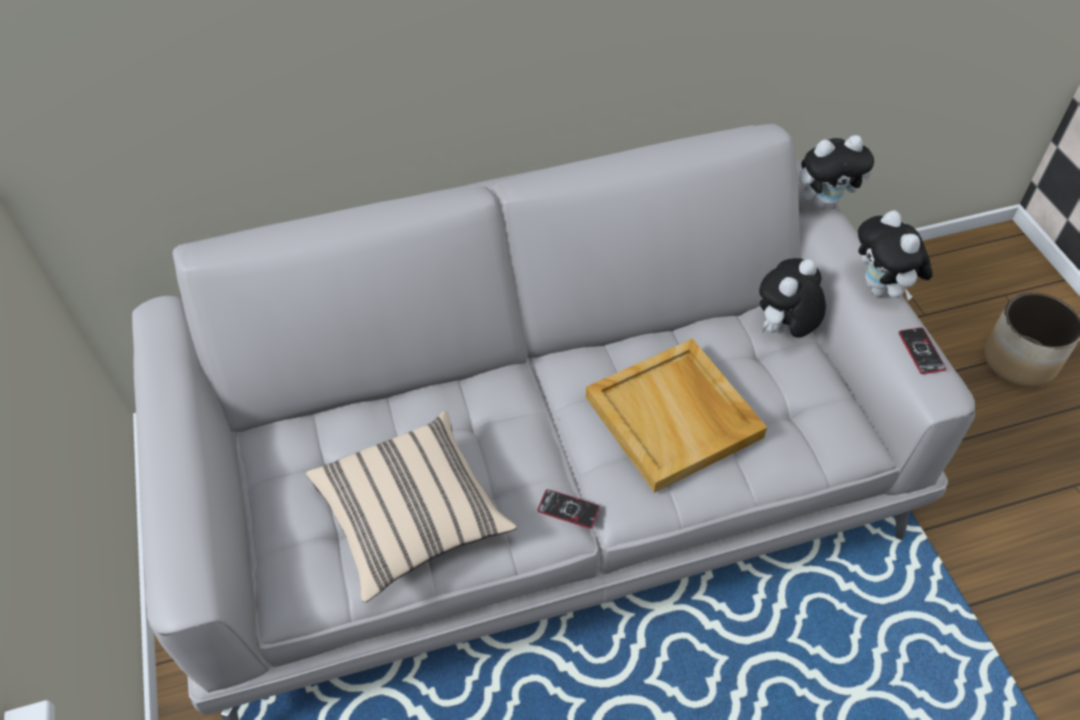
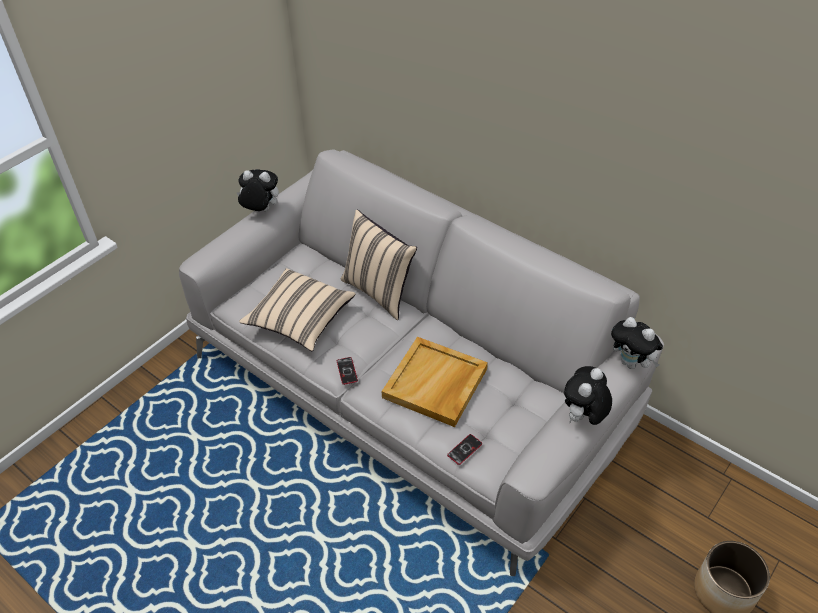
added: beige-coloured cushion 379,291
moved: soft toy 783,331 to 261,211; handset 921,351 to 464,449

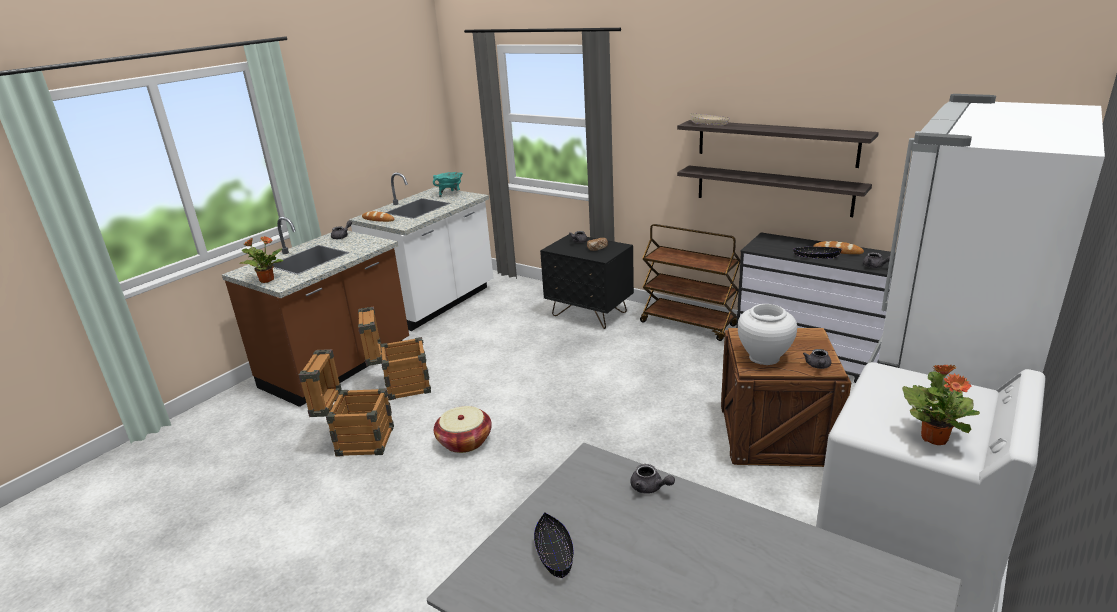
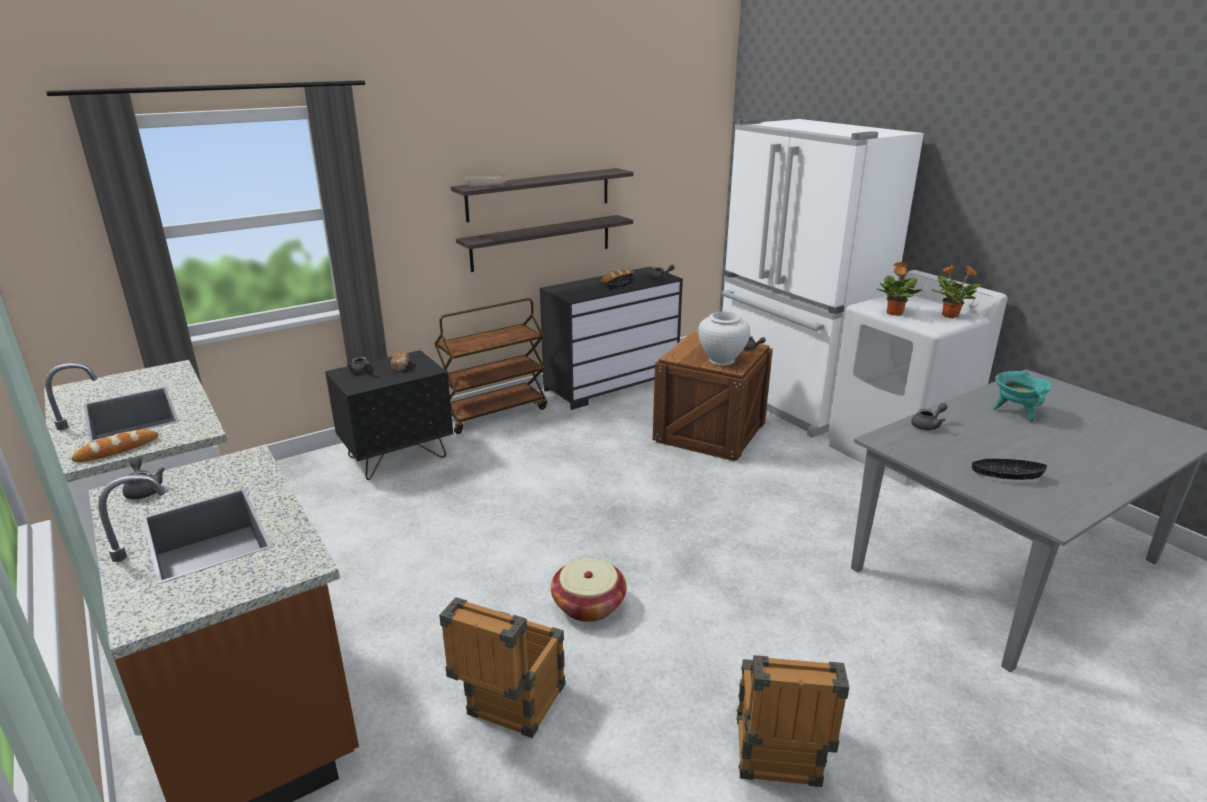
moved: packing crate 401,387 to 777,761; houseplant 266,280 to 894,313; turquoise-coloured saucepot 450,194 to 1015,412

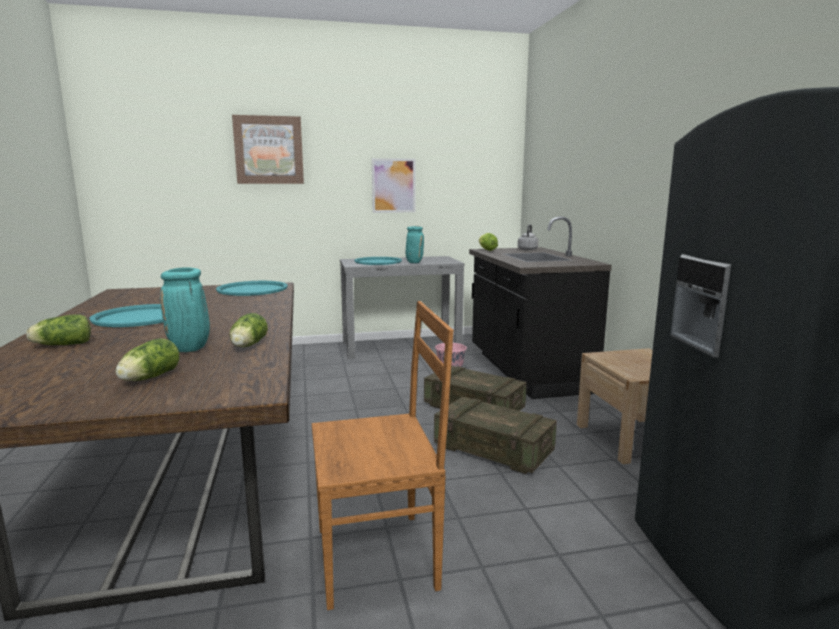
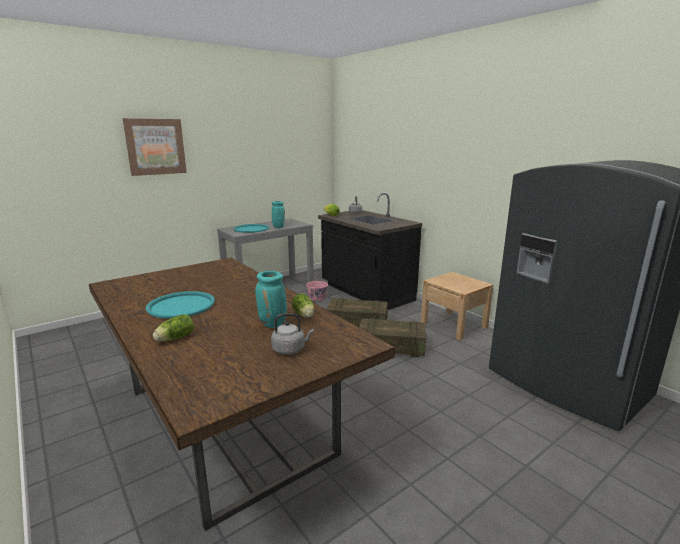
removed: turquoise-coloured carrying tray 252,289; brown upright chair 380,557; wall picture 393,185
replaced: lettuce 148,378 to grey water kettle 290,349

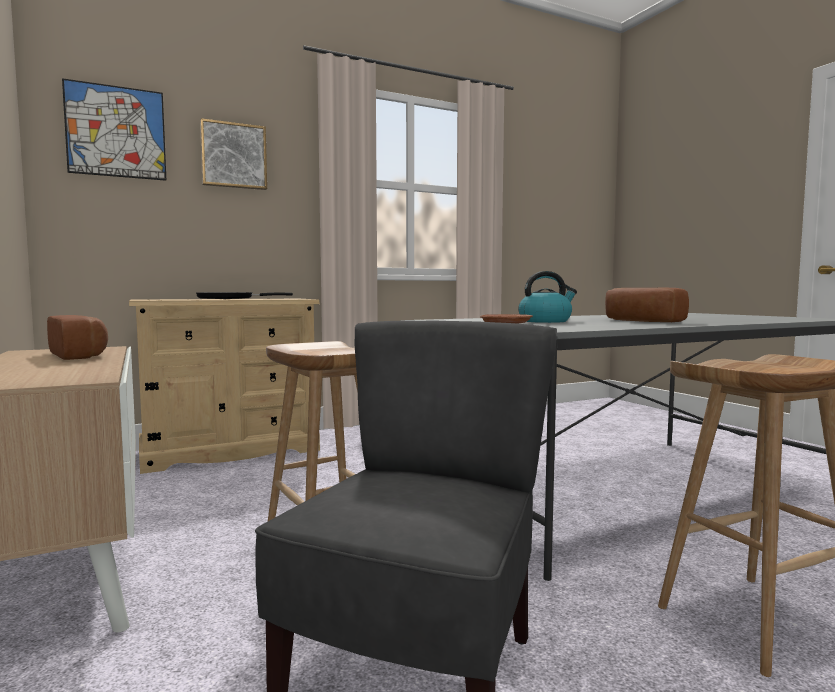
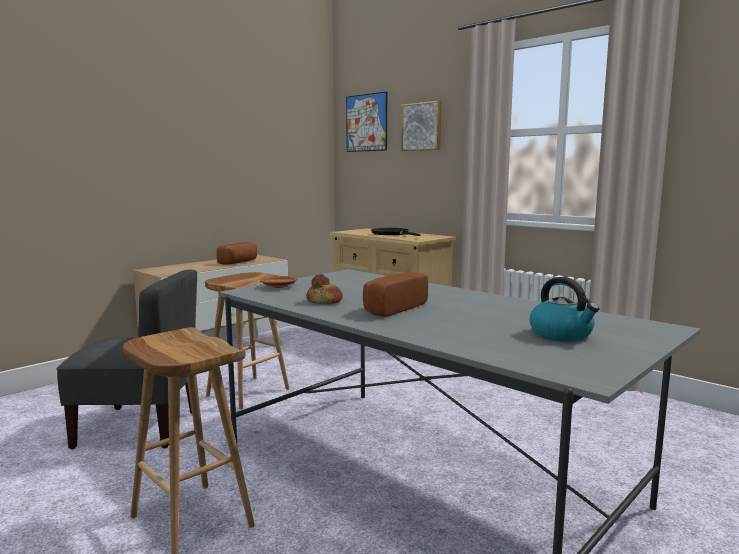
added: bread 325,301
moved: water kettle 545,321 to 562,335

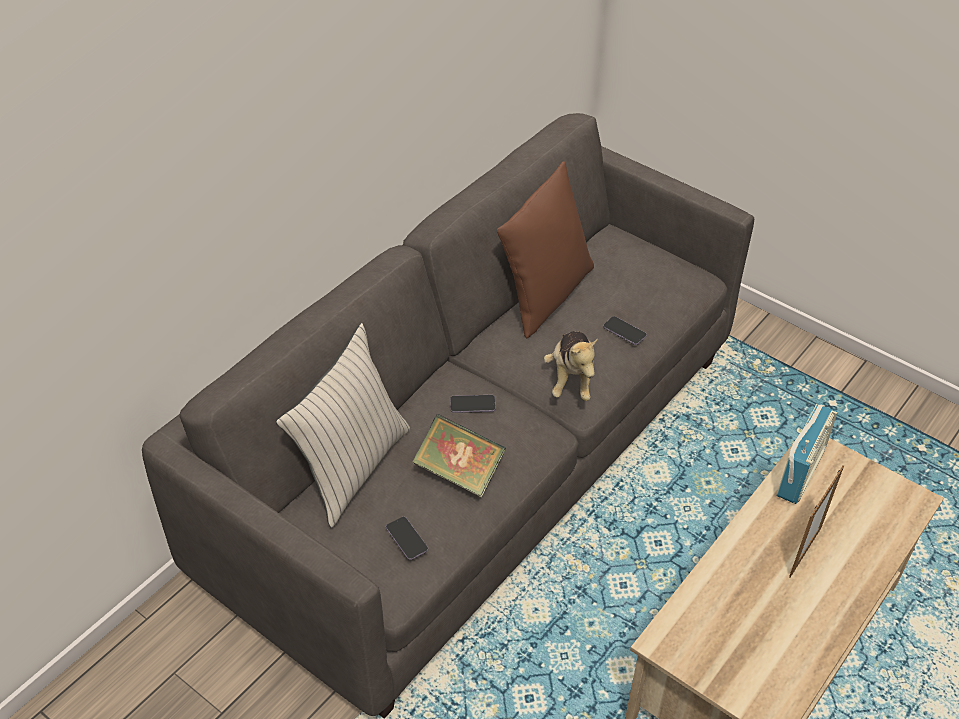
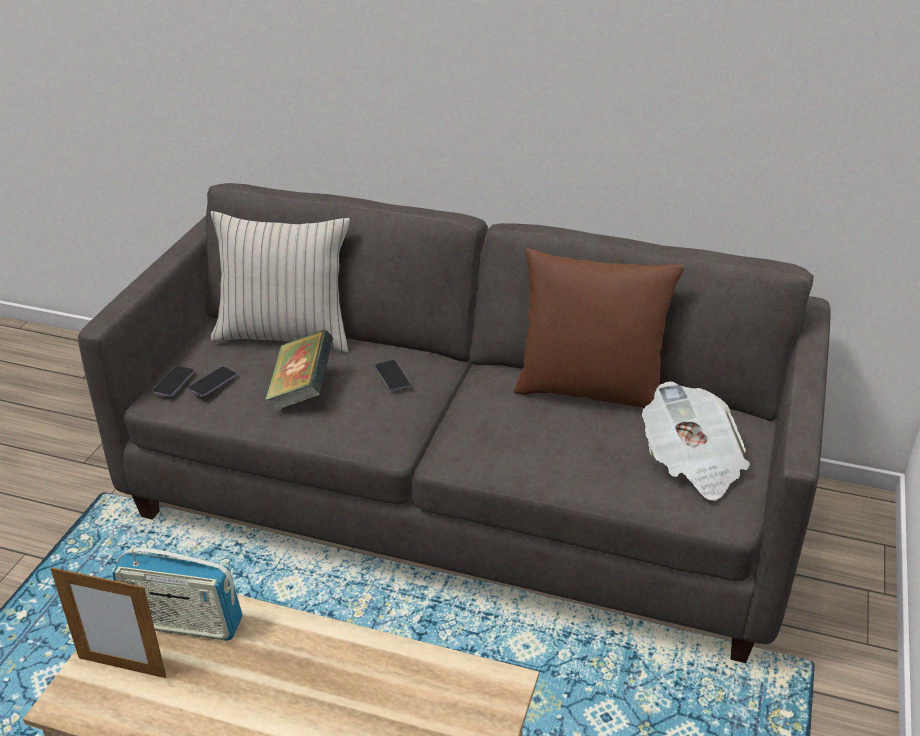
removed: soft toy 571,378
added: newspaper 692,463
moved: standing frame 805,552 to 122,667; radio 800,472 to 182,623; handset 624,332 to 174,382

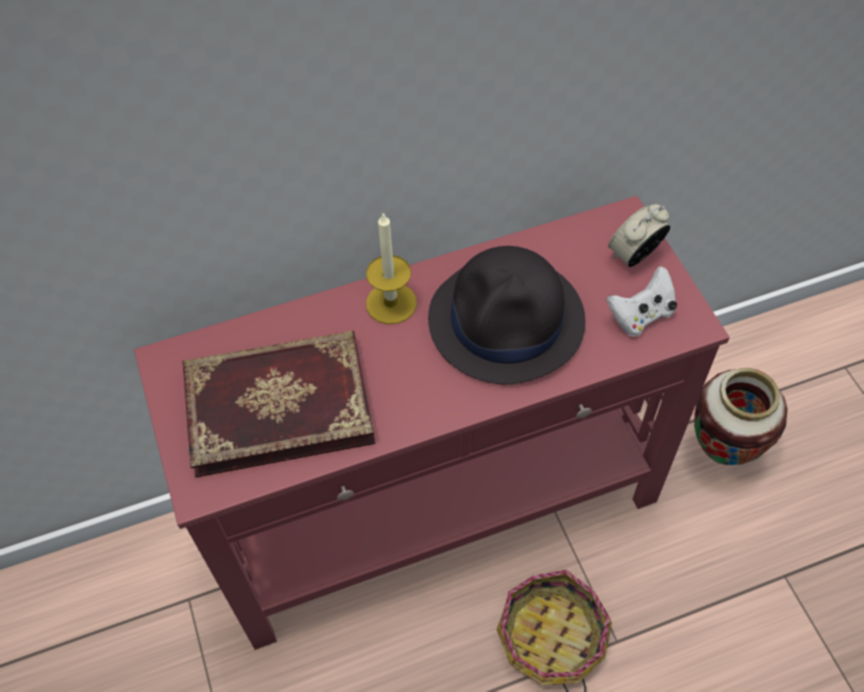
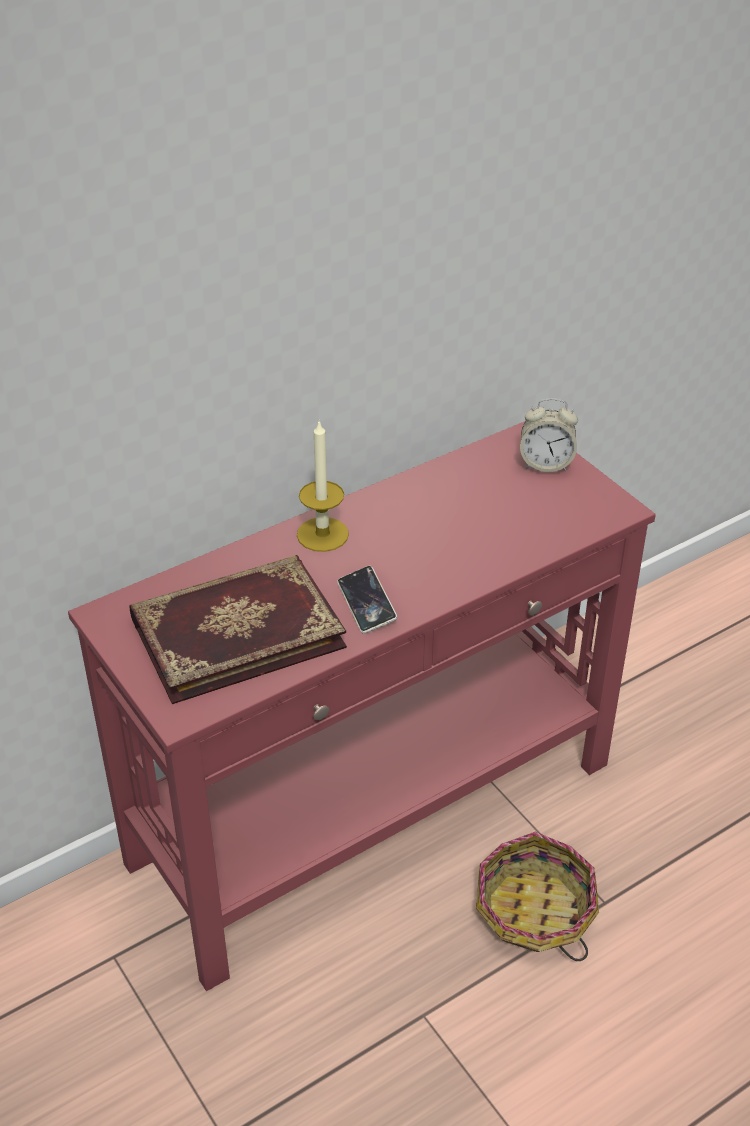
removed: blackish hat 507,321; whitish gamepad 641,315; flower vase 722,451
added: handset 366,603
turned: alarm clock 634,255 = 546,464 120 degrees counterclockwise

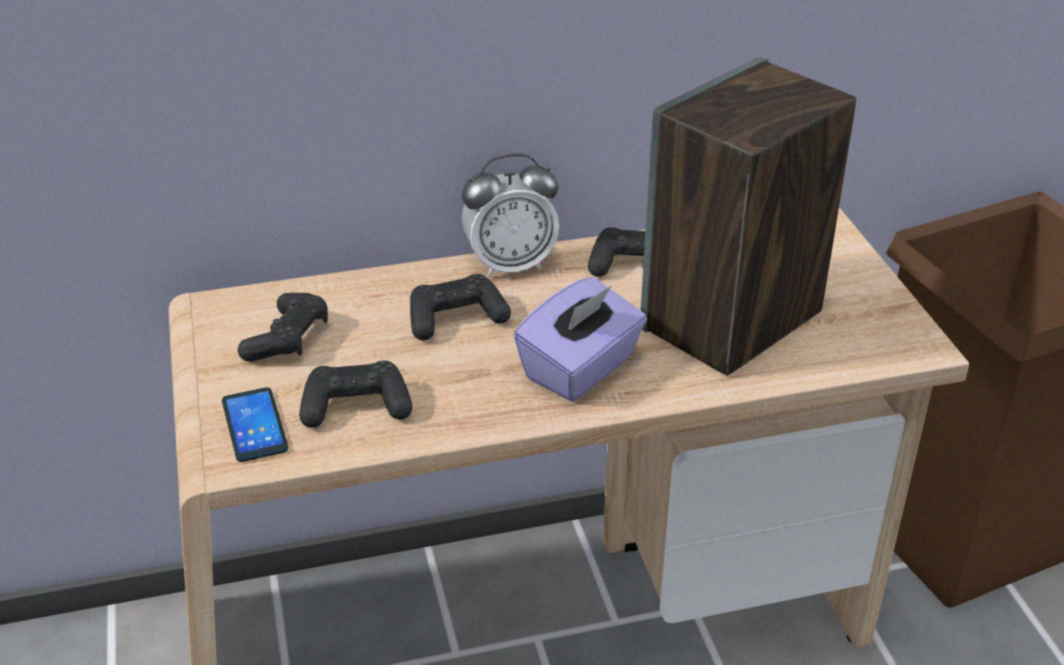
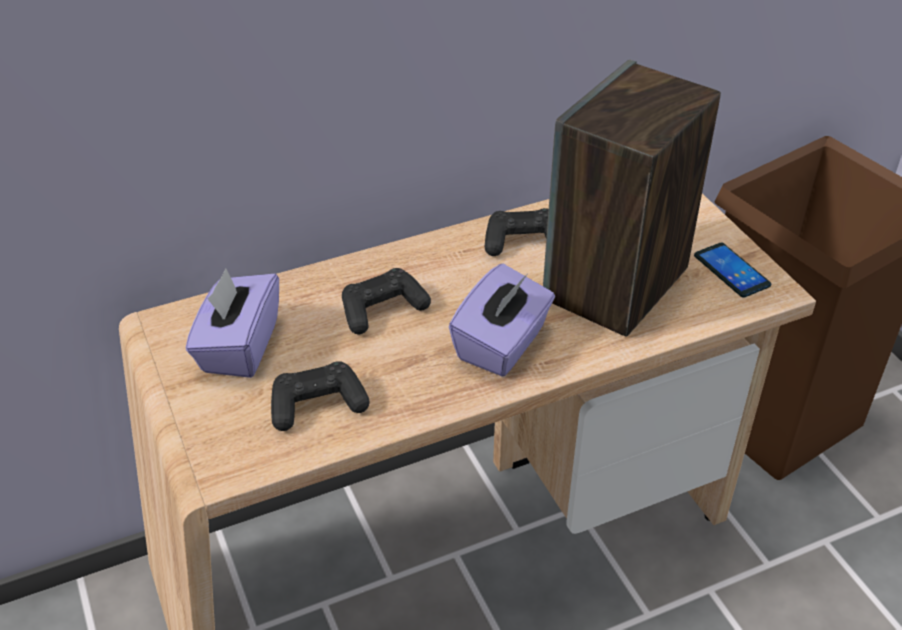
removed: alarm clock 510,265
moved: handset 255,425 to 731,270
replaced: blackish gamepad 288,339 to purplish tissue holder 239,347

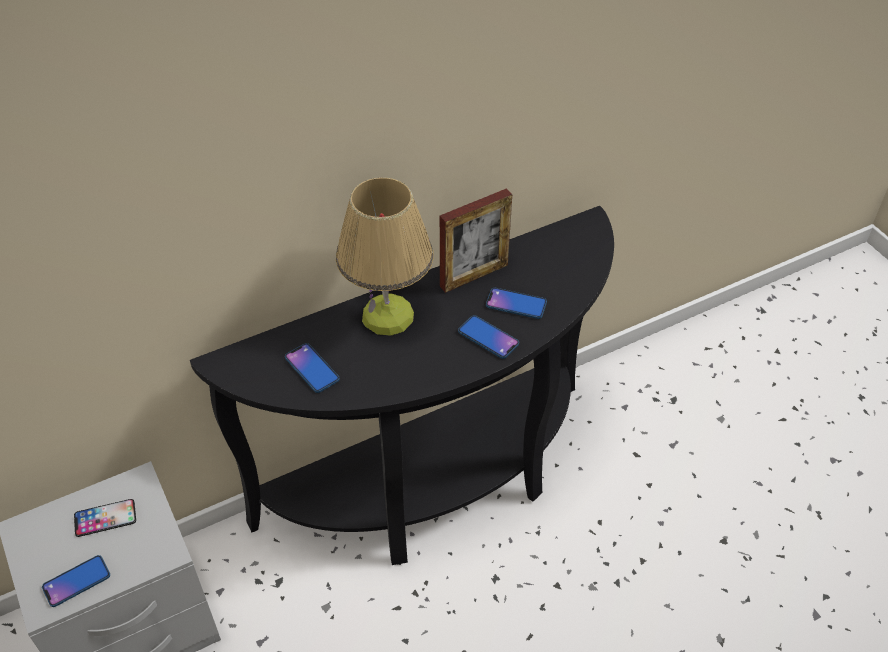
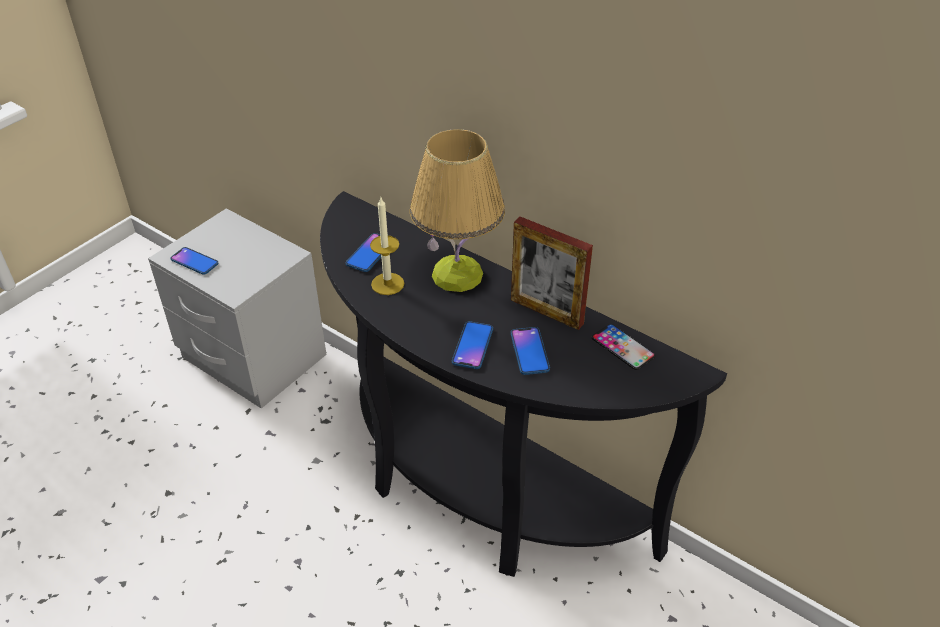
added: wax candle 387,284
moved: handset 105,518 to 623,347

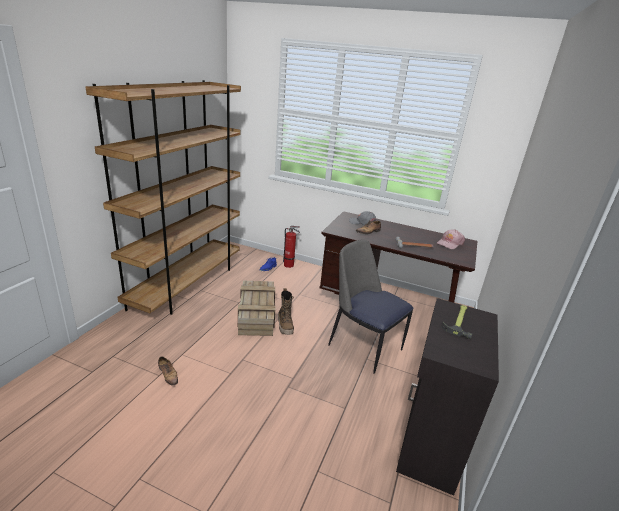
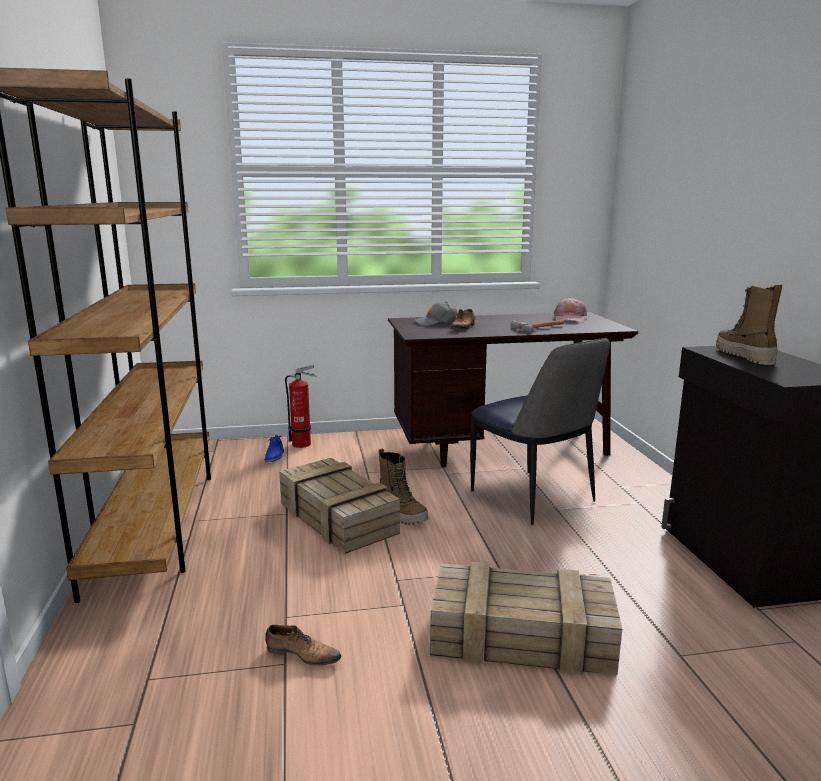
added: packing crate 524,636
replaced: tool hammer 459,321 to high-top boot 744,356
turned: upright chair 363,346 = 534,498 135 degrees counterclockwise

